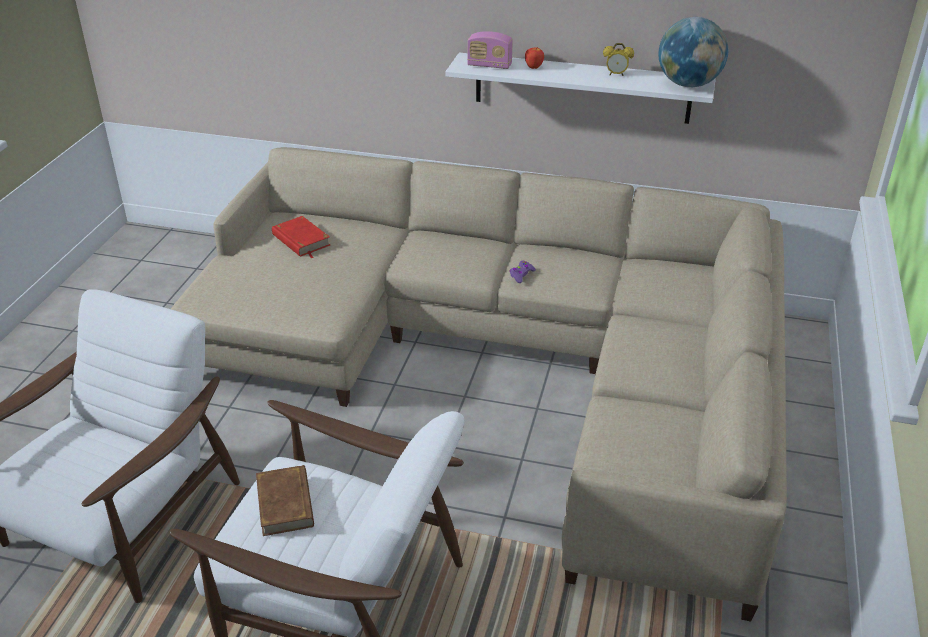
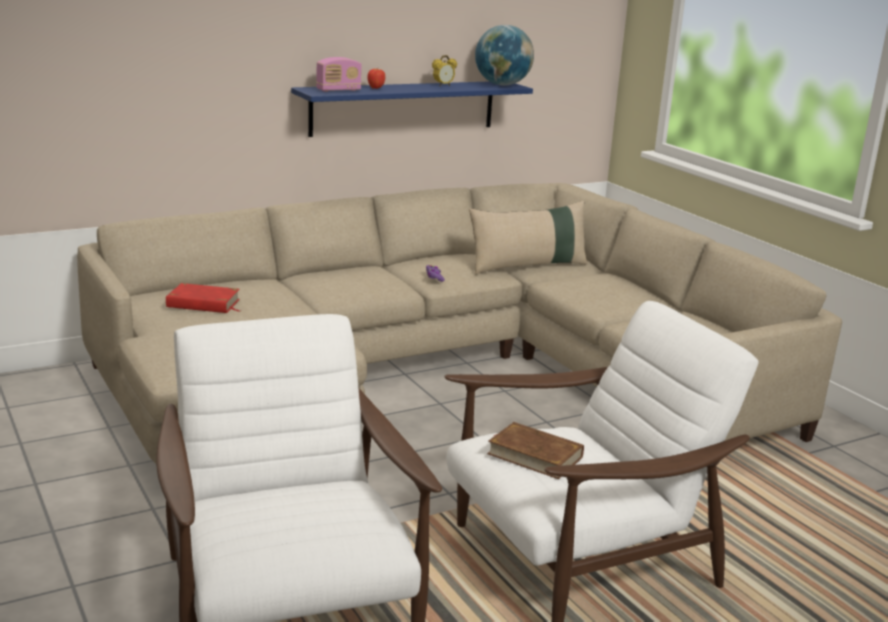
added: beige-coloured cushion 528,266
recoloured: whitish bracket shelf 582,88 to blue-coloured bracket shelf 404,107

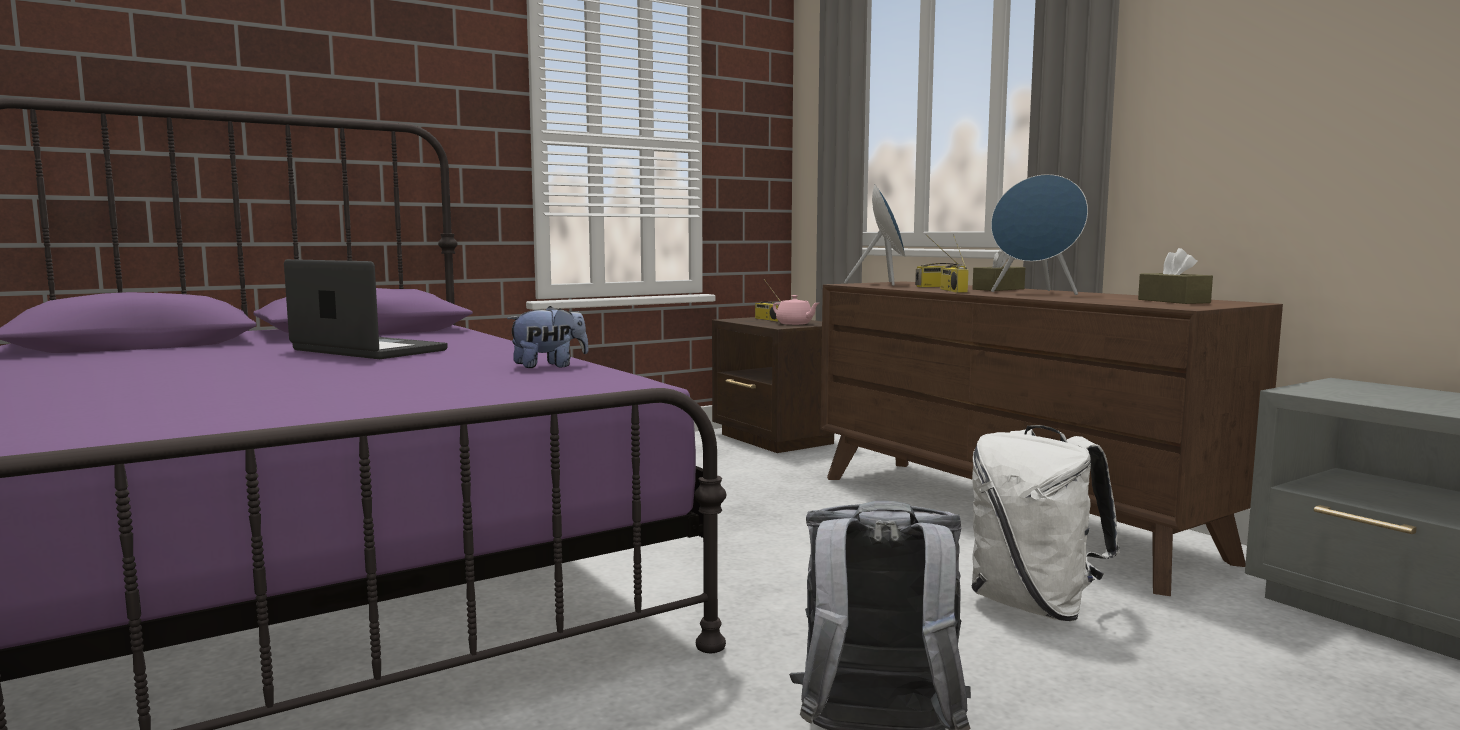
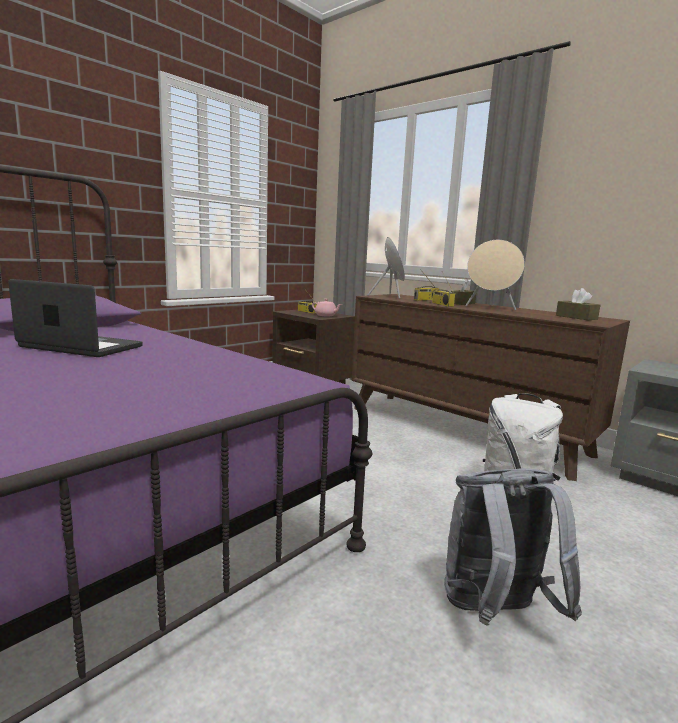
removed: soft toy 549,366
recoloured: blue-coloured audio speaker 1036,293 to beige-coloured audio speaker 490,308

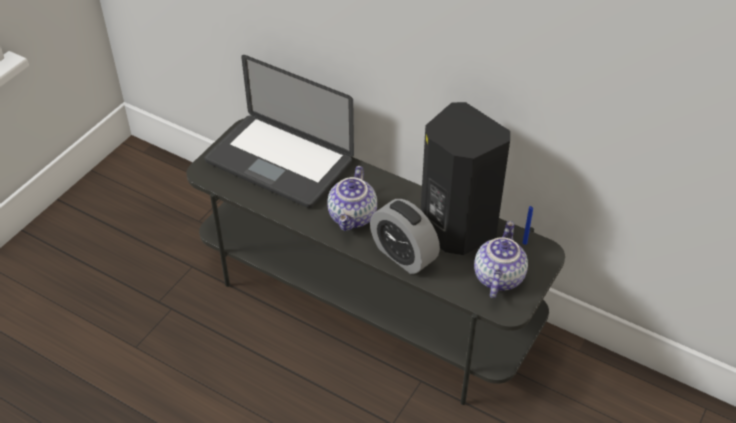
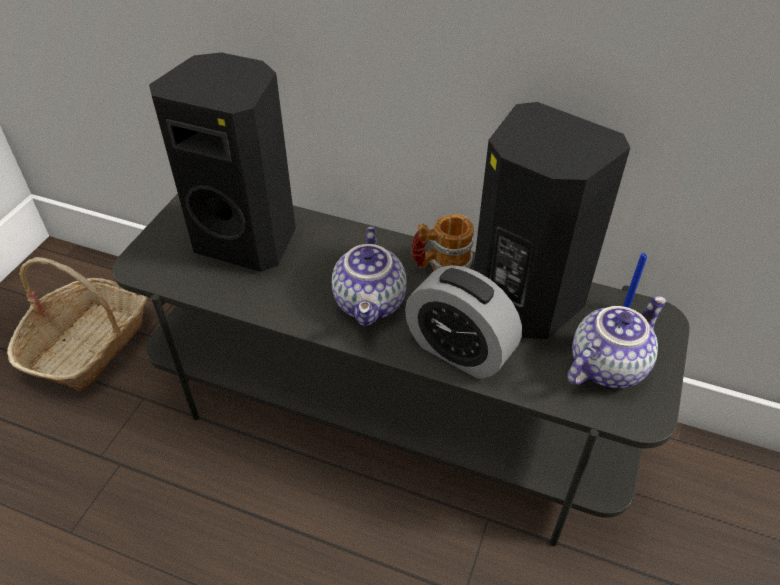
added: storage basket 88,344; coffee mug 441,265
replaced: notebook computer 279,162 to blackish audio speaker 248,239
turned: teapot 497,277 = 606,365 45 degrees clockwise

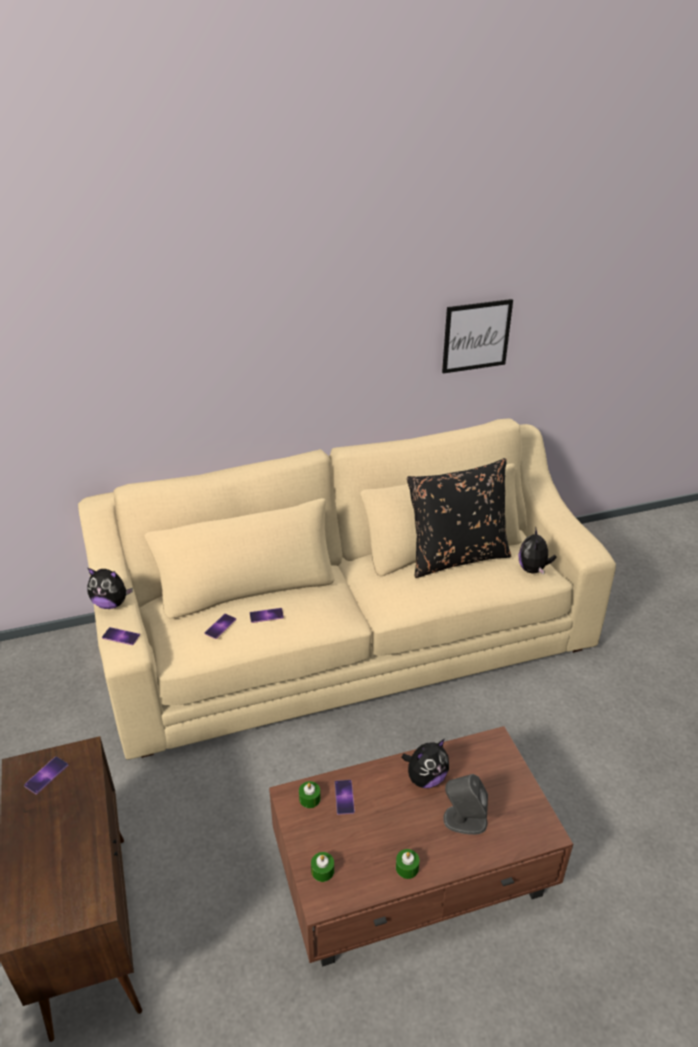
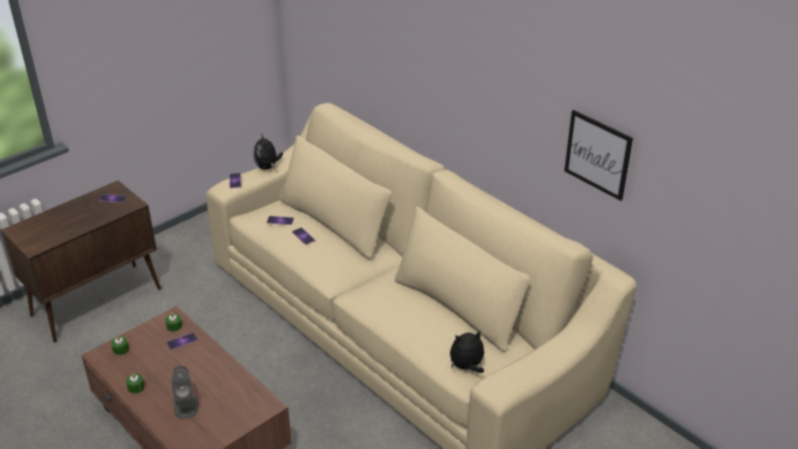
removed: soft toy 425,778; blackish cushion 456,556

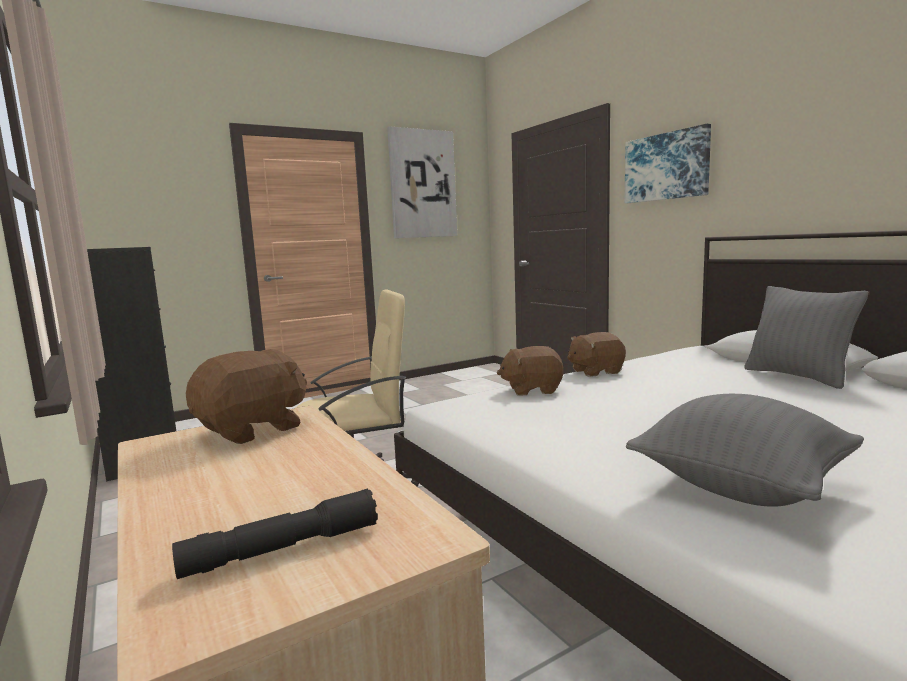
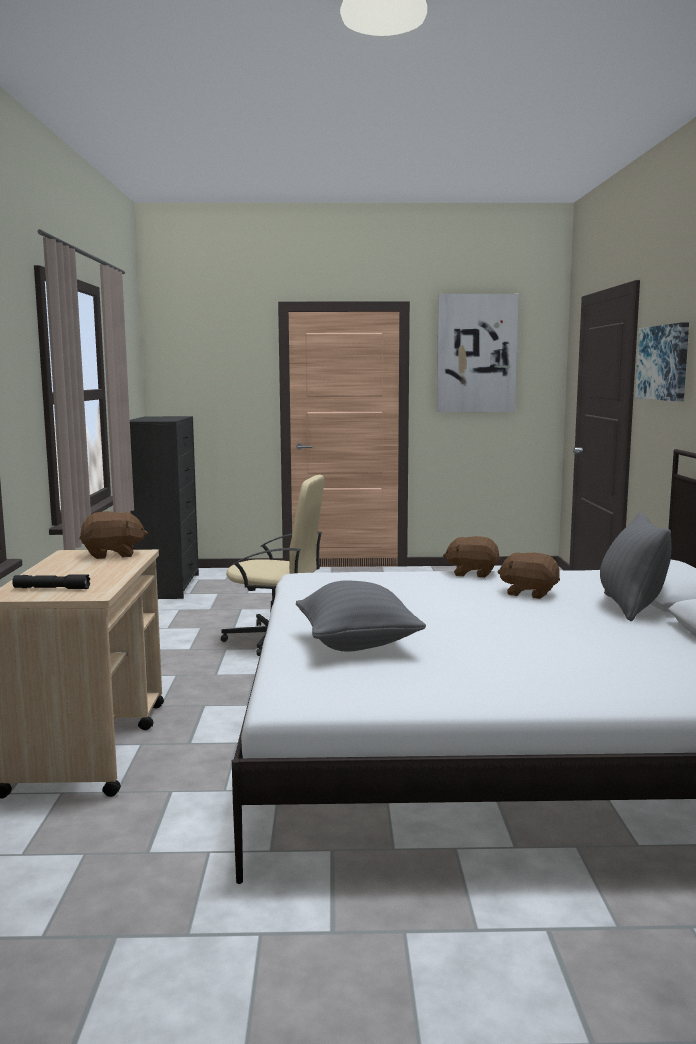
moved: brown soft toy 532,390 to 529,593

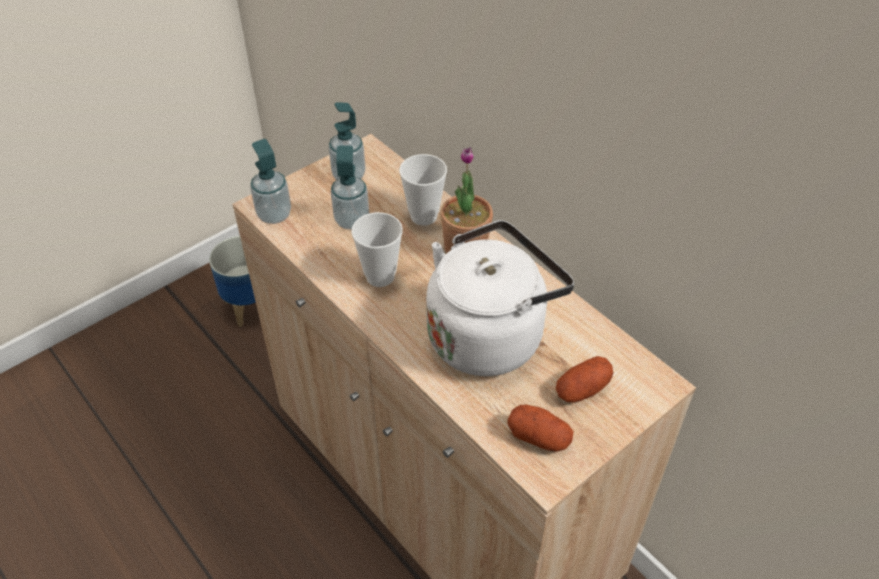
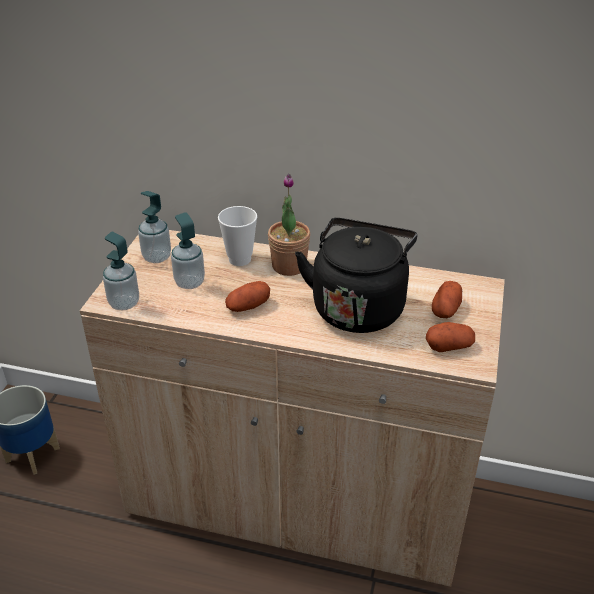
replaced: drinking cup 380,276 to potato 248,306
recoloured: whitish water kettle 489,334 to blackish water kettle 358,306

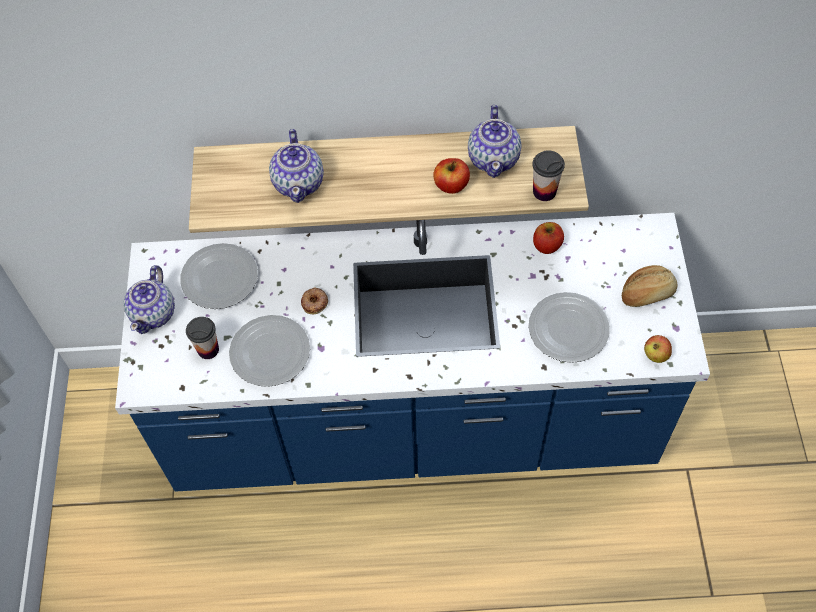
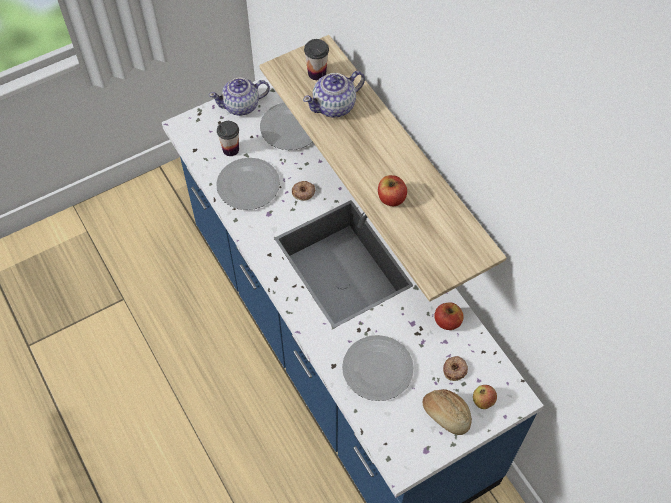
removed: teapot 494,158
added: doughnut 455,369
moved: drinking cup 544,191 to 317,73; apple fruit 656,355 to 483,401

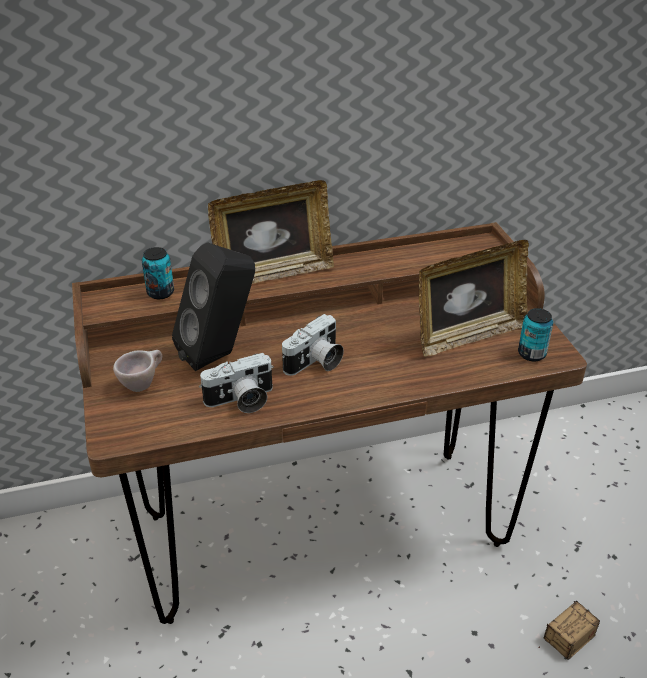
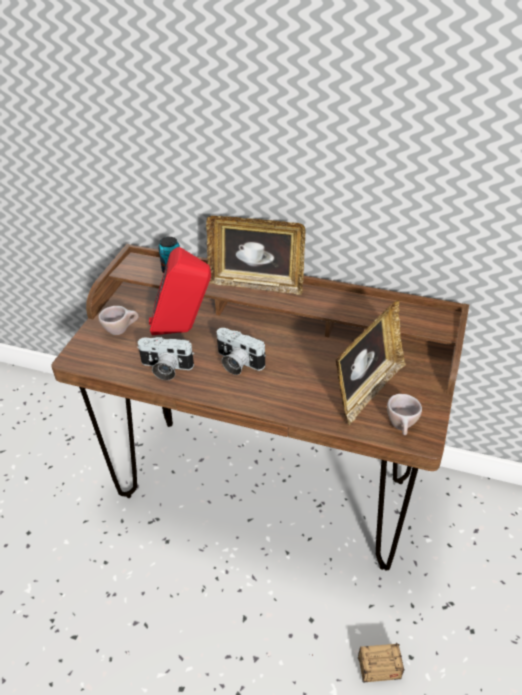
replaced: metal can 531,354 to beige-coloured drinking cup 402,427
recoloured: blackish audio speaker 220,355 to red-coloured audio speaker 183,330
turned: photo camera 315,363 = 237,363 45 degrees clockwise; standing frame 468,335 = 367,390 60 degrees counterclockwise

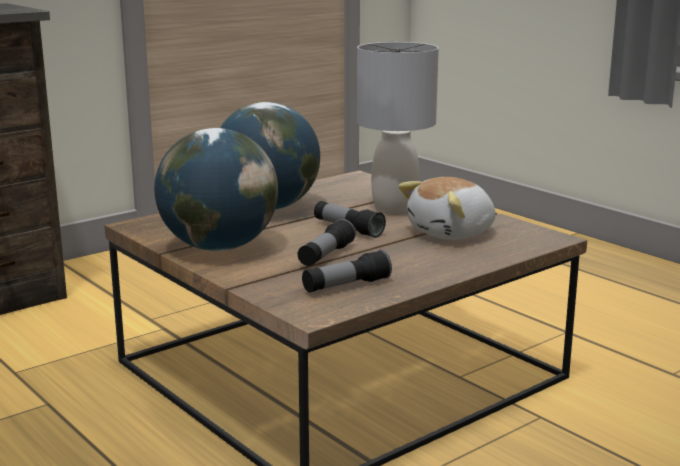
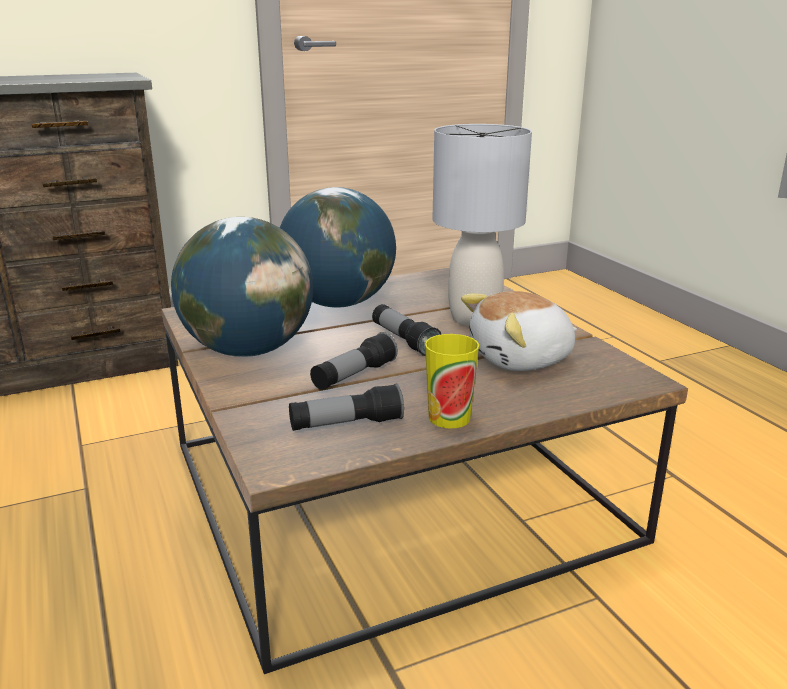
added: drinking cup 449,418

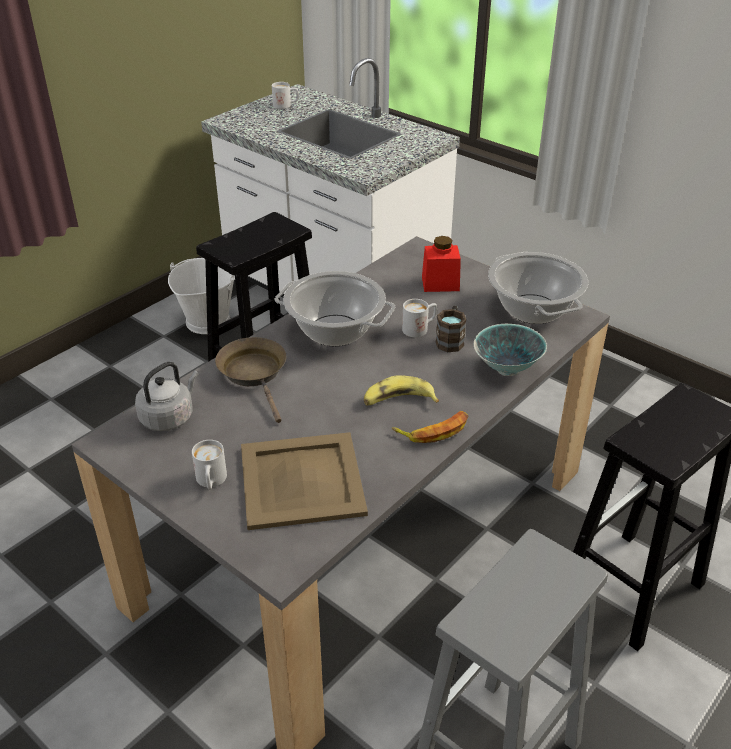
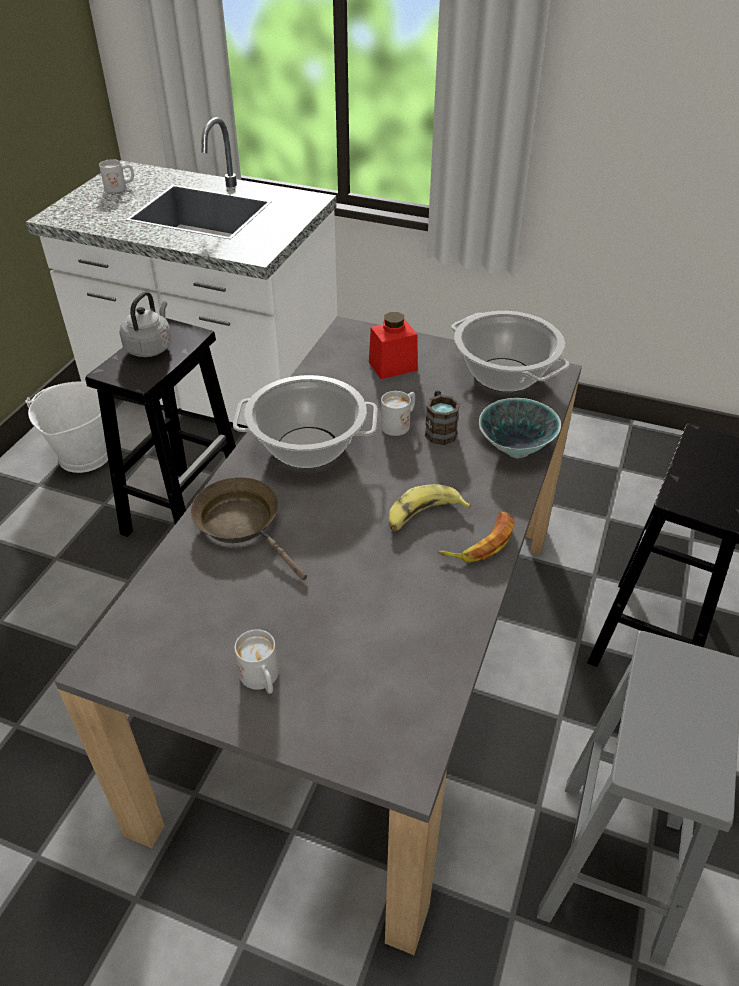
removed: beige-coloured carrying tray 301,481
moved: grey water kettle 169,417 to 150,347

